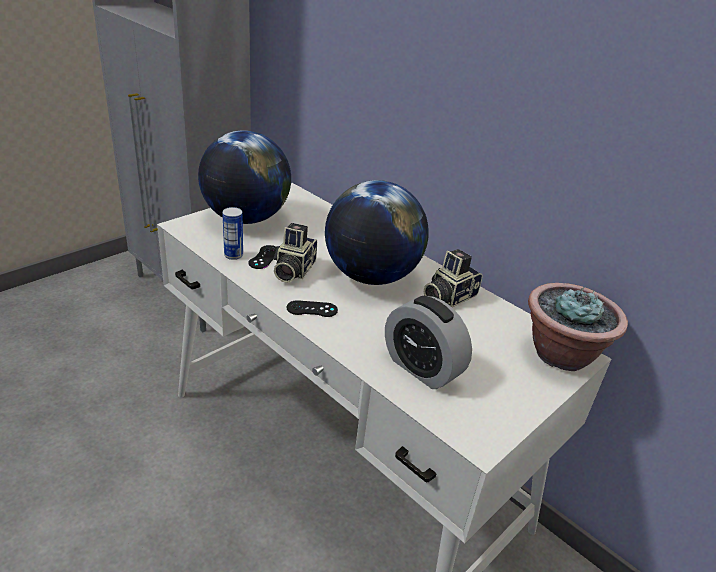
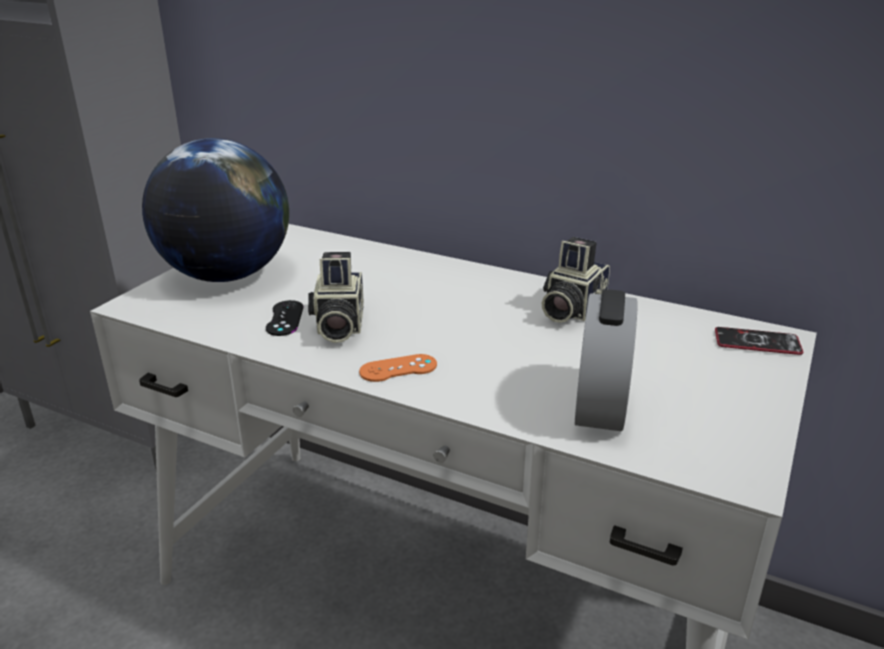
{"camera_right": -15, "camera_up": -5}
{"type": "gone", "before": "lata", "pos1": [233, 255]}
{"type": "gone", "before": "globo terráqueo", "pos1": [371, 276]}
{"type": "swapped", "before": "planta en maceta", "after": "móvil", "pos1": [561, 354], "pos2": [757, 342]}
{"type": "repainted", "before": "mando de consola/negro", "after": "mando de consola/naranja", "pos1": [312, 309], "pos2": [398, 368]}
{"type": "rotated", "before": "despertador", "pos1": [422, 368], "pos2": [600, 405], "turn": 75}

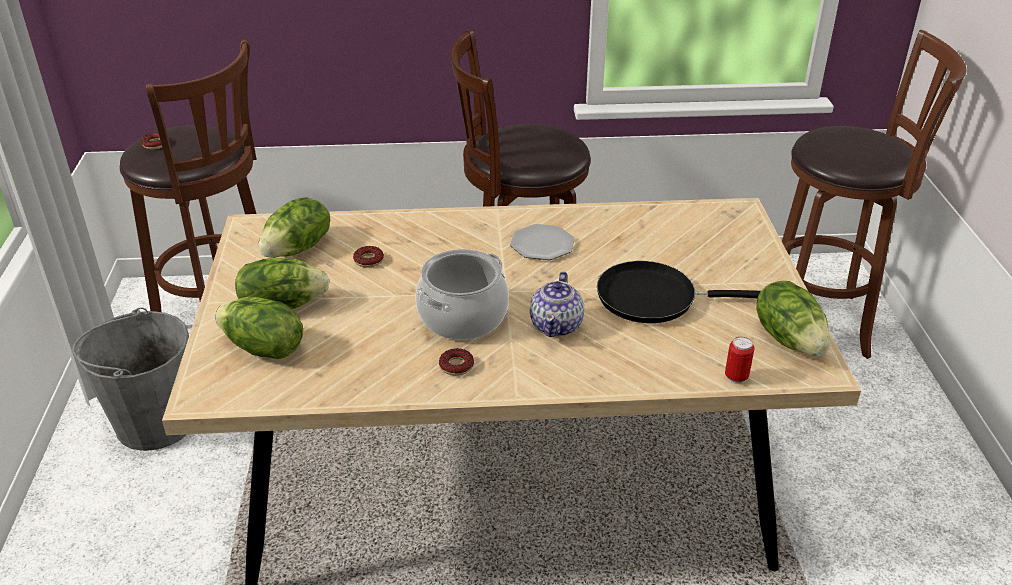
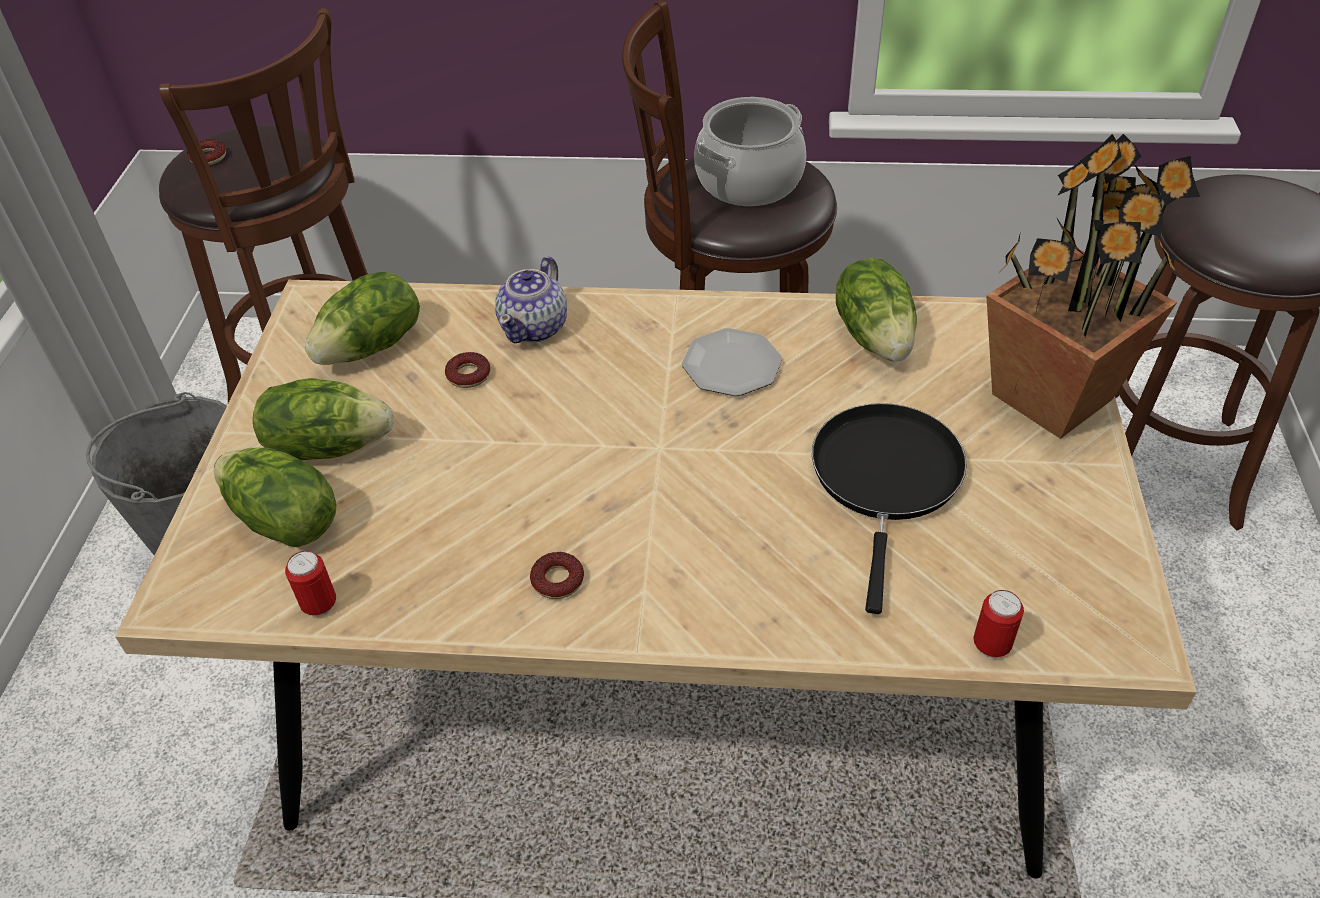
{"camera_right": 10, "camera_up": 10}
{"type": "new", "after": "lata", "pos2": [319, 605]}
{"type": "new", "after": "planta en maceta", "pos2": [1052, 395]}
{"type": "shifted", "before": "olla", "pos1": [462, 316], "pos2": [748, 181]}
{"type": "shifted", "before": "tetera", "pos1": [557, 325], "pos2": [535, 327]}
{"type": "shifted", "before": "lechuga", "pos1": [790, 339], "pos2": [875, 336]}
{"type": "rotated", "before": "sartén/negro", "pos1": [653, 298], "pos2": [886, 479], "turn": 90}

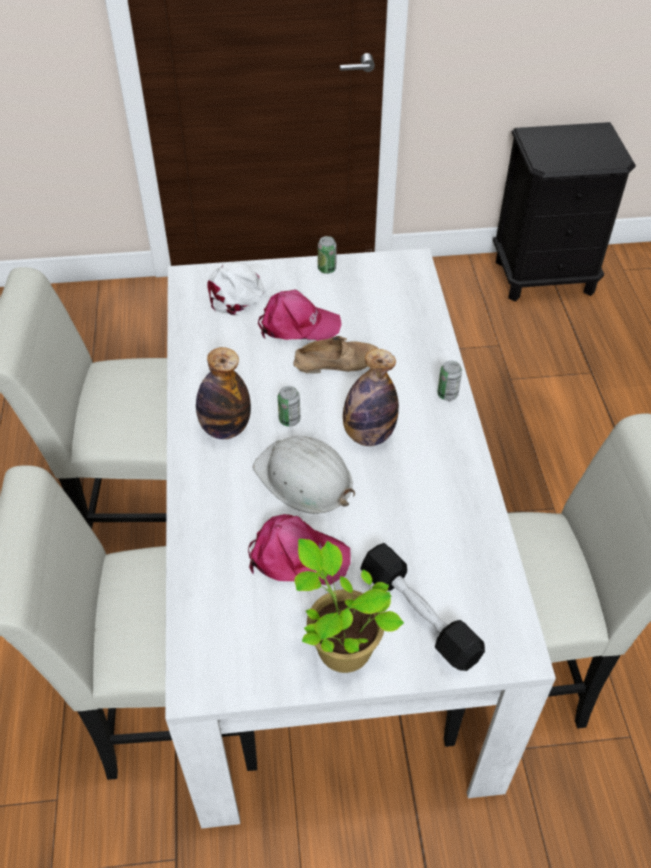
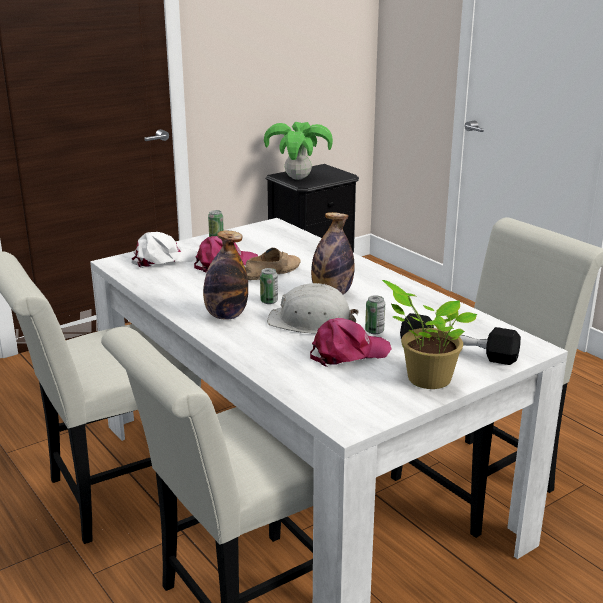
{"camera_right": -30, "camera_up": -25}
{"type": "new", "after": "planta en maceta", "pos2": [297, 178]}
{"type": "shifted", "before": "lata", "pos1": [447, 394], "pos2": [374, 331]}
{"type": "rotated", "before": "gorra/blanco", "pos1": [240, 291], "pos2": [163, 259], "turn": 60}

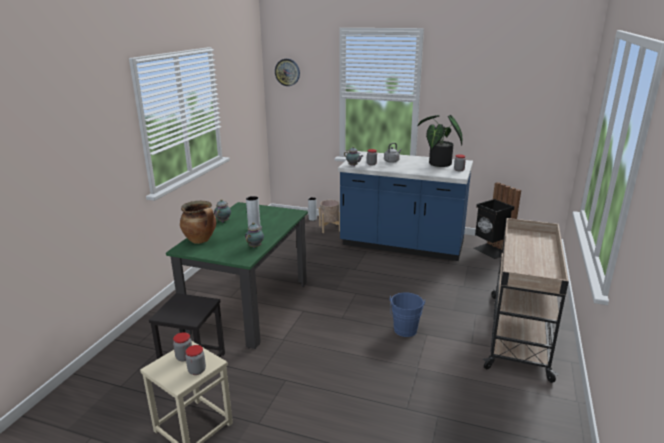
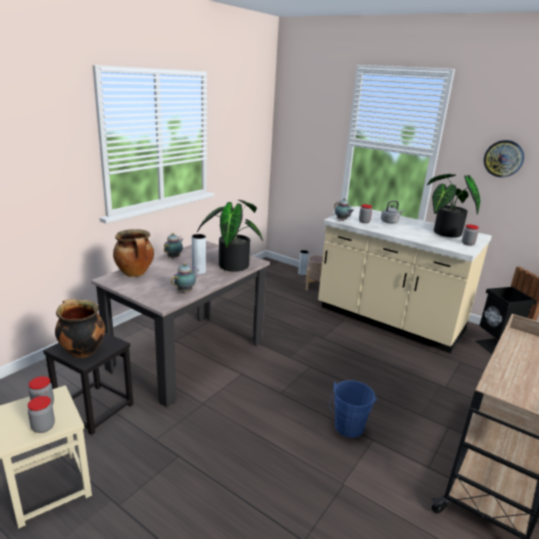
{"camera_right": 15, "camera_up": 0}
{"type": "new", "after": "olla", "pos2": [82, 351]}
{"type": "new", "after": "planta en maceta", "pos2": [231, 264]}
{"type": "shifted", "before": "reloj de pared", "pos1": [287, 72], "pos2": [503, 158]}
{"type": "repainted", "before": "mesa de comedor/verde", "after": "mesa de comedor/beis", "pos1": [249, 306], "pos2": [188, 355]}
{"type": "repainted", "before": "mueble bajo de cocina/azul", "after": "mueble bajo de cocina/beis", "pos1": [402, 244], "pos2": [389, 320]}

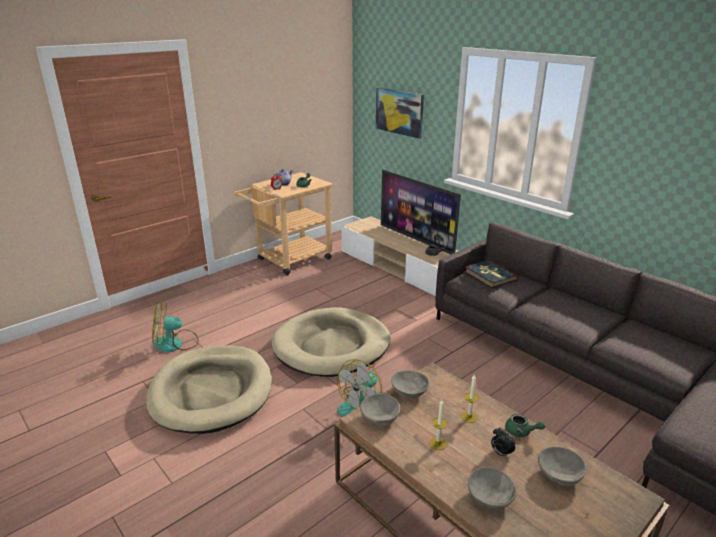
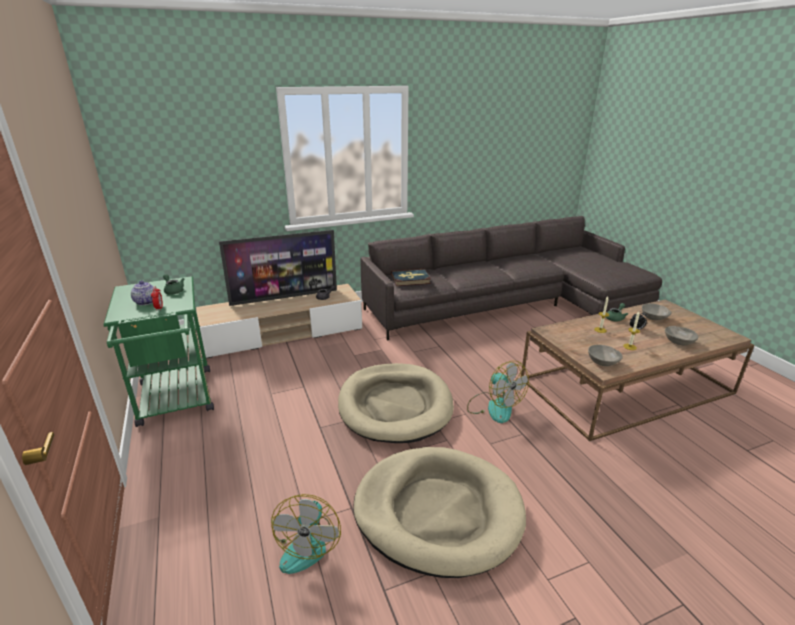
{"camera_right": -70, "camera_up": 0}
{"type": "gone", "before": "cuadro", "pos1": [399, 112]}
{"type": "gone", "before": "cuenco/gris", "pos1": [409, 392]}
{"type": "repainted", "before": "carrito/beis", "after": "carrito/verde", "pos1": [289, 261], "pos2": [176, 401]}

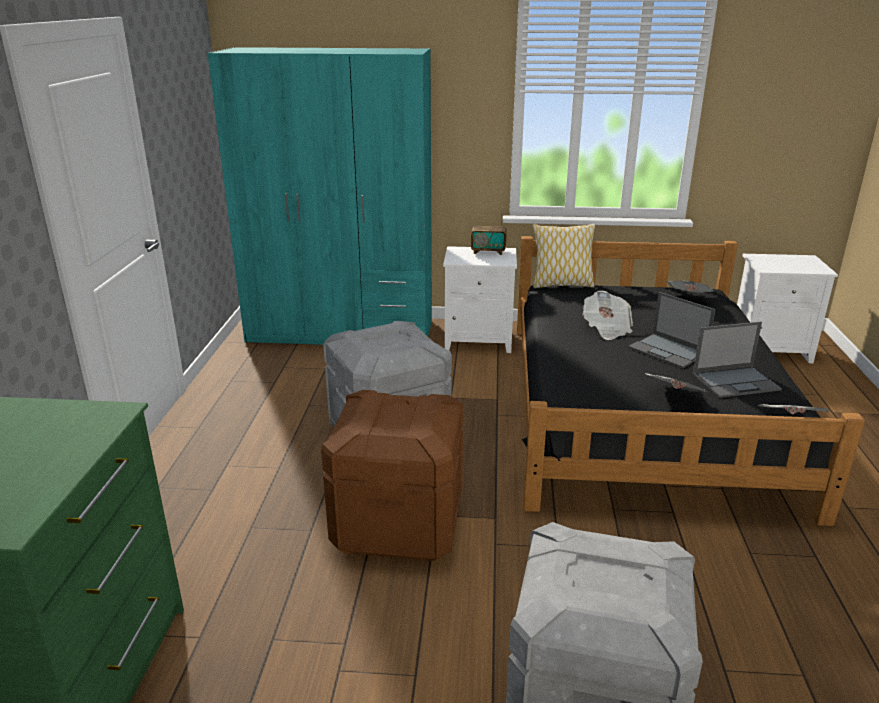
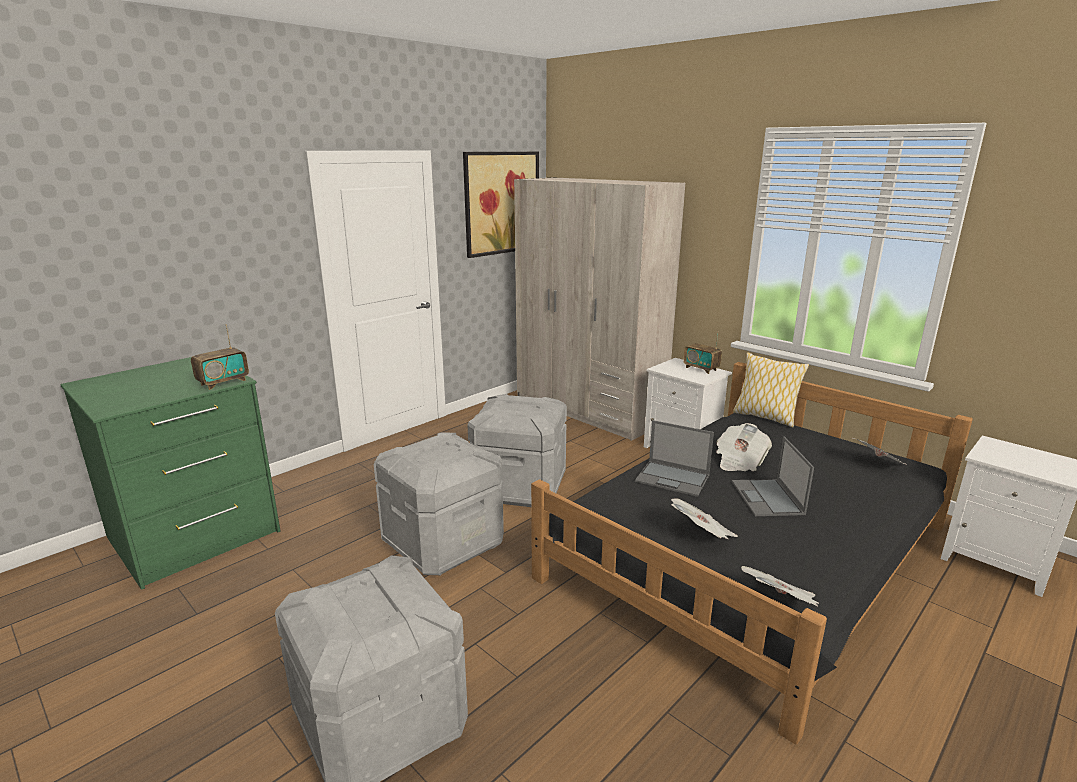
{"camera_right": 40, "camera_up": -5}
{"type": "new", "after": "radio", "pos2": [223, 382]}
{"type": "new", "after": "cuadro", "pos2": [501, 203]}
{"type": "shifted", "before": "portátil", "pos1": [736, 381], "pos2": [673, 478]}
{"type": "repainted", "before": "armario ropero/turquesa", "after": "armario ropero/beis", "pos1": [341, 331], "pos2": [588, 410]}
{"type": "repainted", "before": "caja de almacenaje/marrón", "after": "caja de almacenaje/gris", "pos1": [398, 522], "pos2": [443, 543]}

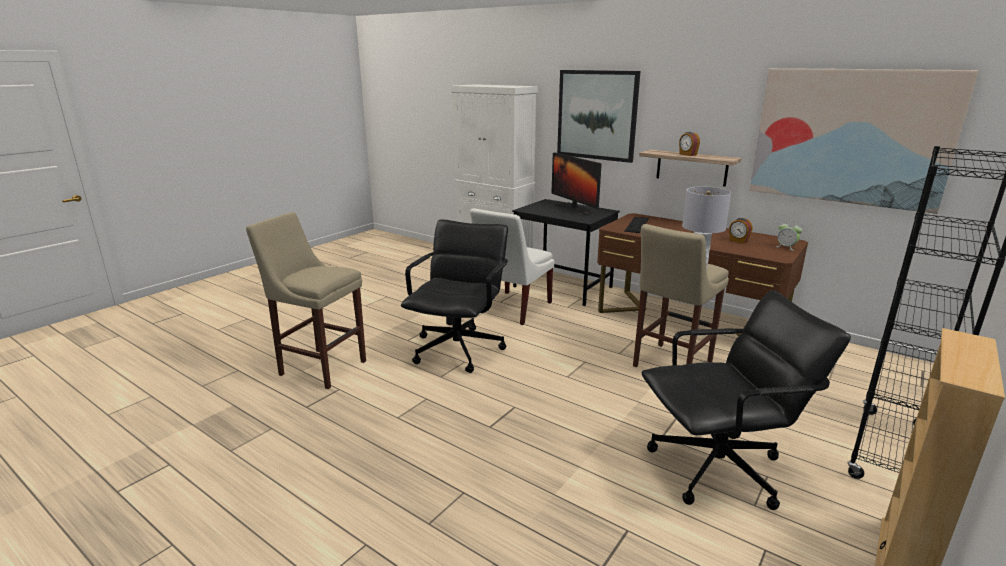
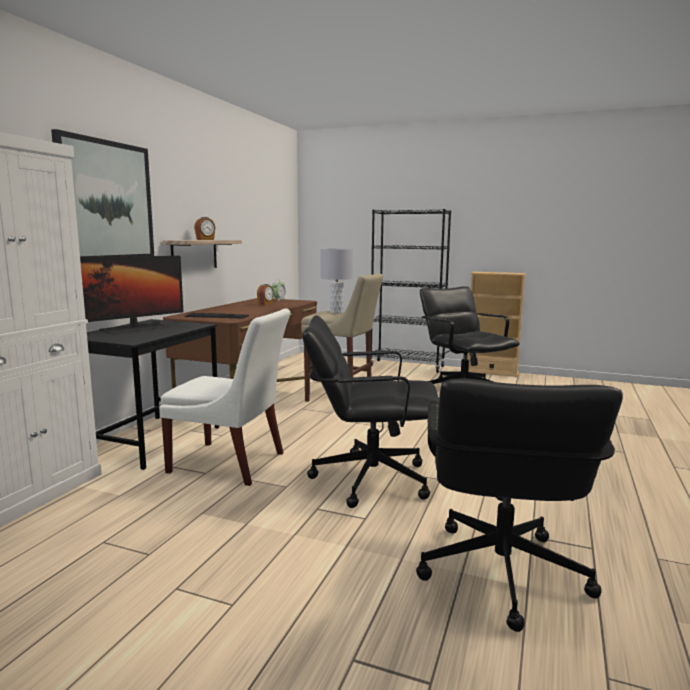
{"camera_right": -105, "camera_up": -10}
{"type": "gone", "before": "cuadro", "pos1": [850, 137]}
{"type": "swapped", "before": "taburete/beis", "after": "silla de oficina/negro", "pos1": [320, 367], "pos2": [500, 573]}

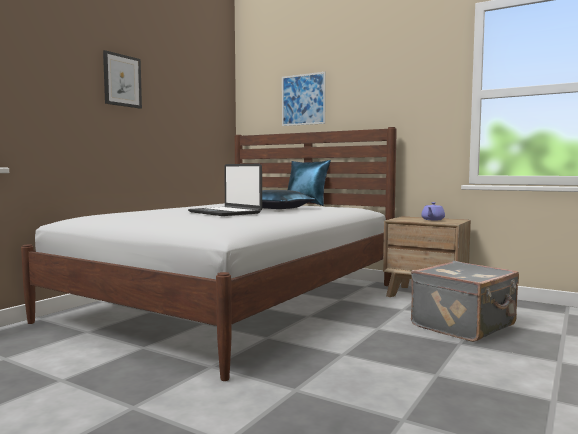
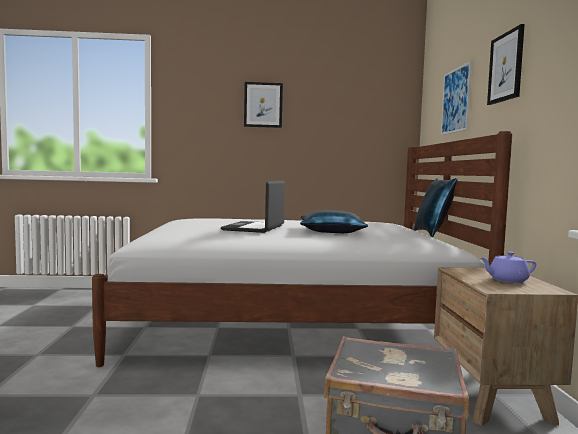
{"camera_right": 55, "camera_up": 0}
{"type": "new", "after": "cuadro", "pos2": [506, 67]}

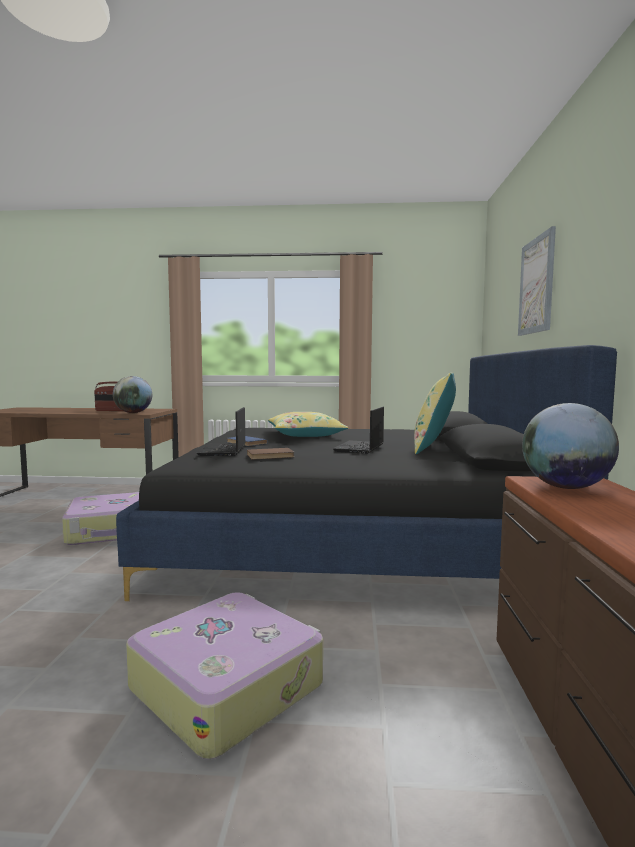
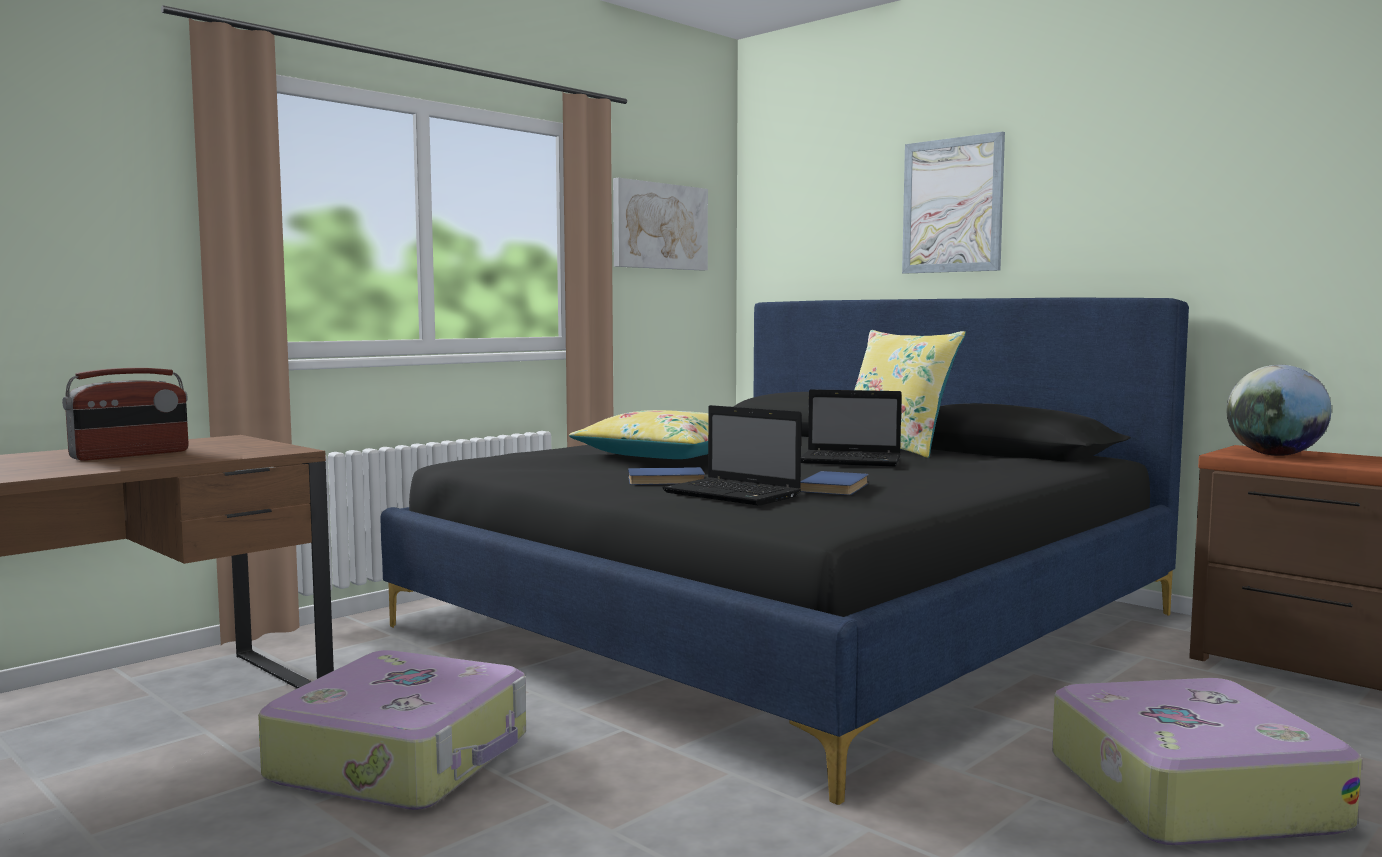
{"camera_right": -50, "camera_up": 0}
{"type": "gone", "before": "globo terráqueo", "pos1": [133, 413]}
{"type": "new", "after": "cuadro", "pos2": [659, 226]}
{"type": "repainted", "before": "libro/marrón", "after": "libro/azul", "pos1": [270, 456], "pos2": [837, 487]}
{"type": "rotated", "before": "portátil", "pos1": [359, 448], "pos2": [853, 461], "turn": -45}

